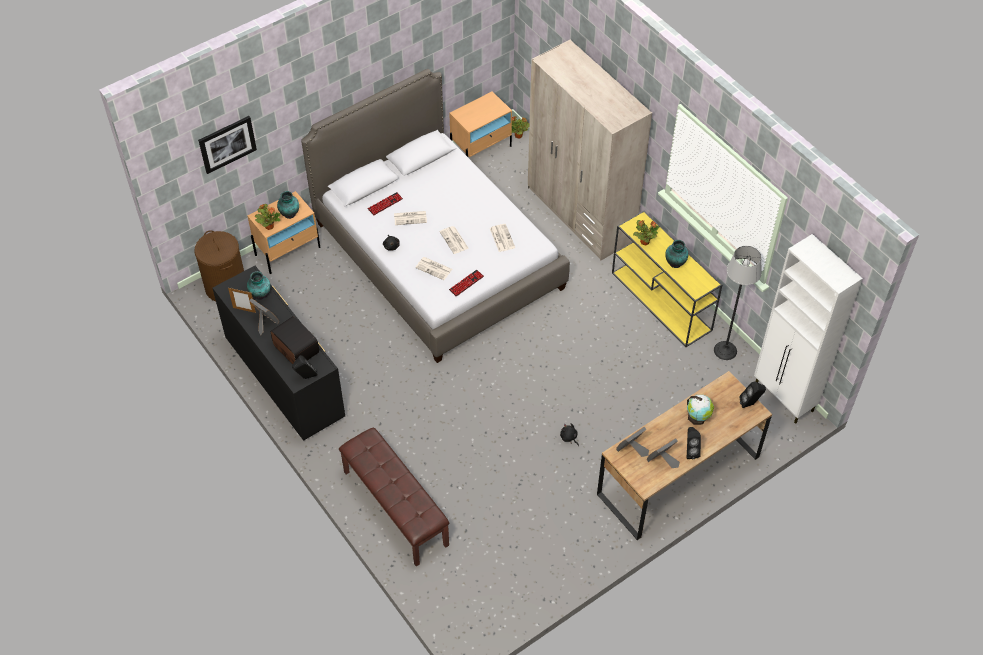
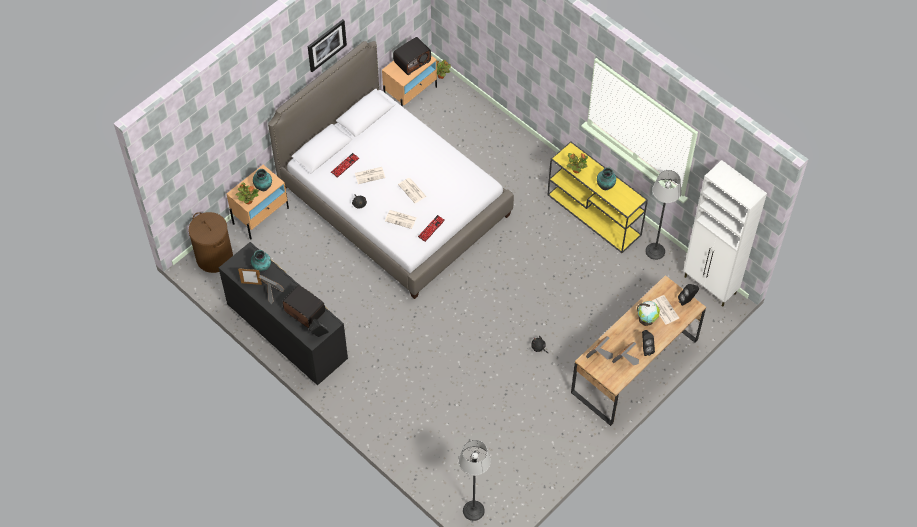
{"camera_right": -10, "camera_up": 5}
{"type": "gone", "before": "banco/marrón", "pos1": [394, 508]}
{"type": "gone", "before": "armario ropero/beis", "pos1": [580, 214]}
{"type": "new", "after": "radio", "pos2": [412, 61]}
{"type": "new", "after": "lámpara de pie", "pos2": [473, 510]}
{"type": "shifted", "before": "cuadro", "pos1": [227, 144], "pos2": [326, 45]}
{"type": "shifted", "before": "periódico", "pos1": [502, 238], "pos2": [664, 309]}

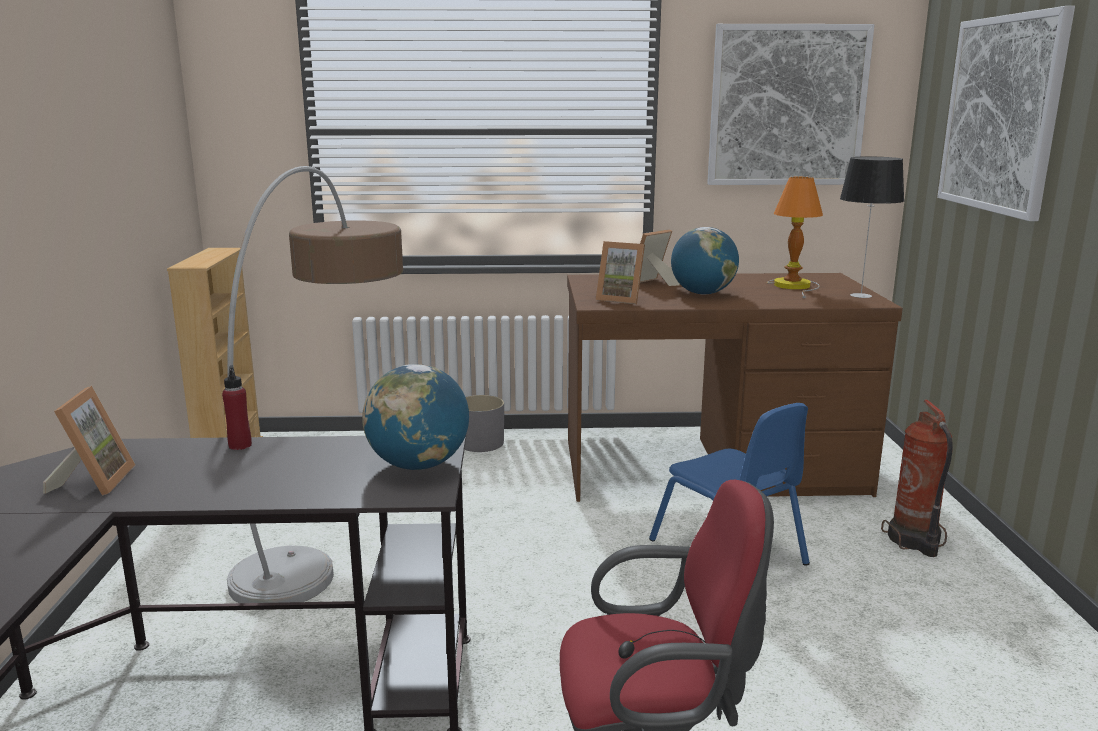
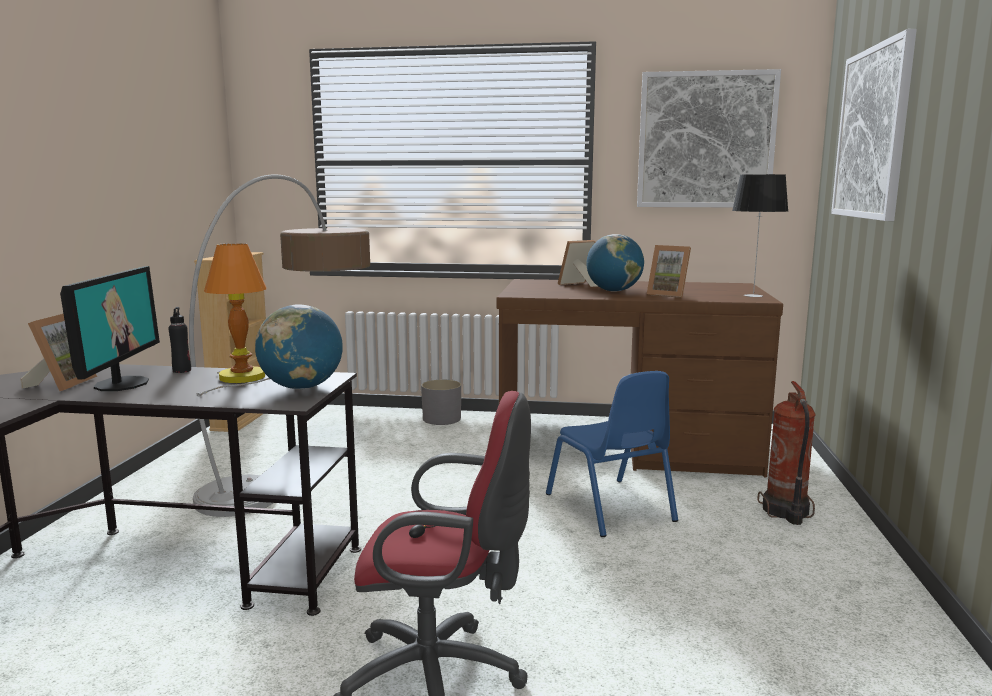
{"camera_right": 10, "camera_up": -5}
{"type": "new", "after": "monitor", "pos2": [120, 384]}
{"type": "shifted", "before": "portarretratos", "pos1": [621, 299], "pos2": [668, 294]}
{"type": "shifted", "before": "lámpara de mesa", "pos1": [795, 286], "pos2": [242, 378]}
{"type": "repainted", "before": "botella/rojo", "after": "botella/negro", "pos1": [240, 445], "pos2": [182, 370]}

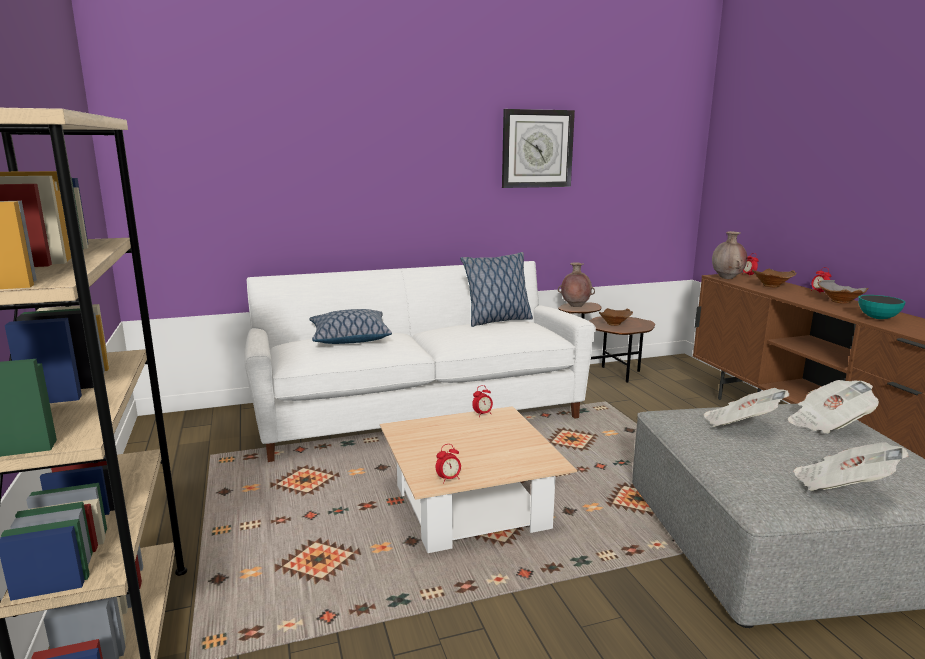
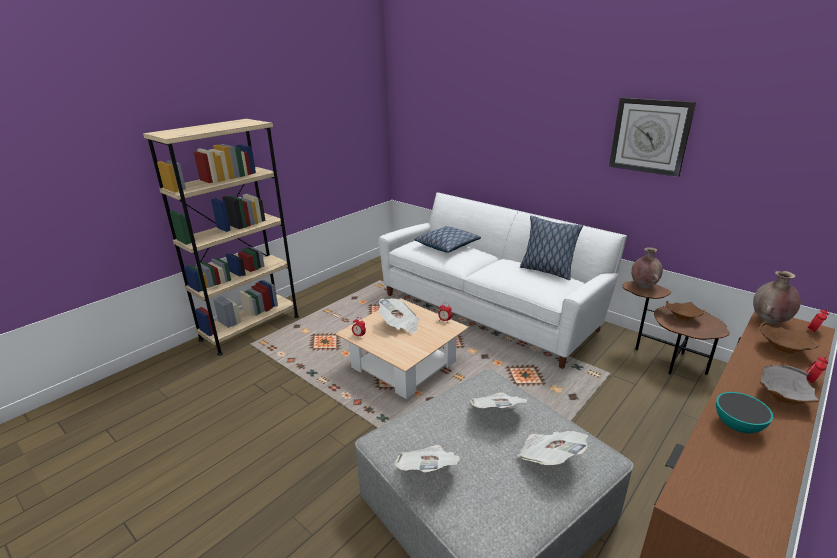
{"camera_right": 60, "camera_up": 10}
{"type": "new", "after": "periódico", "pos2": [400, 325]}

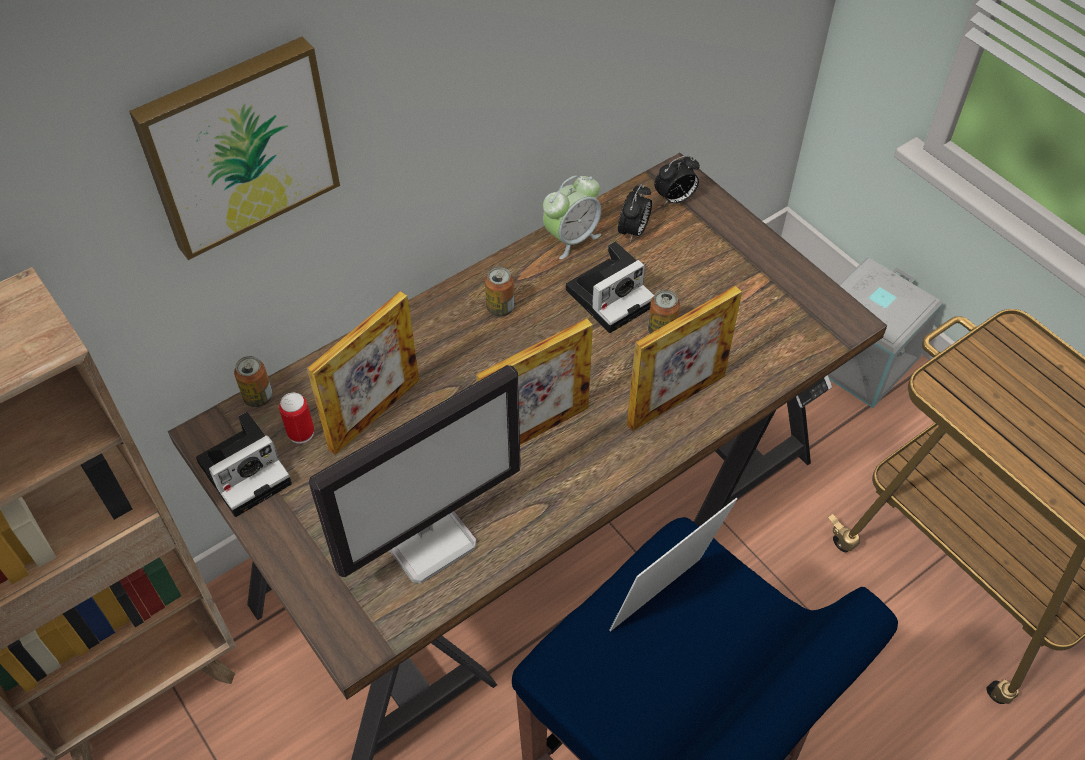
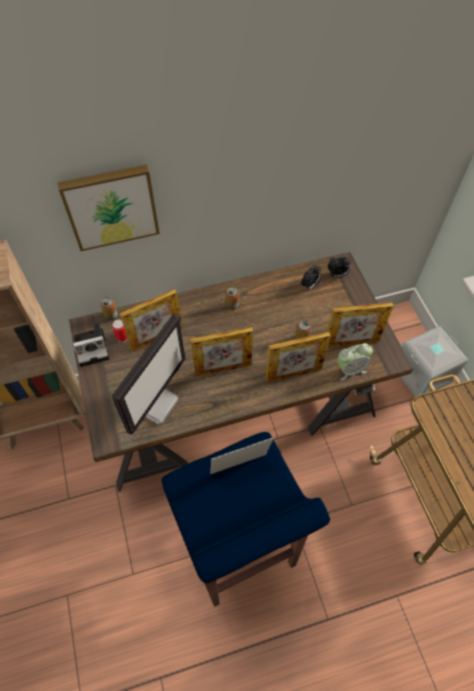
{"camera_right": 20, "camera_up": 5}
{"type": "gone", "before": "cámara", "pos1": [611, 296]}
{"type": "new", "after": "portarretratos", "pos2": [351, 343]}
{"type": "shifted", "before": "despertador", "pos1": [571, 238], "pos2": [350, 369]}
{"type": "rotated", "before": "monitor", "pos1": [429, 537], "pos2": [156, 403], "turn": -45}

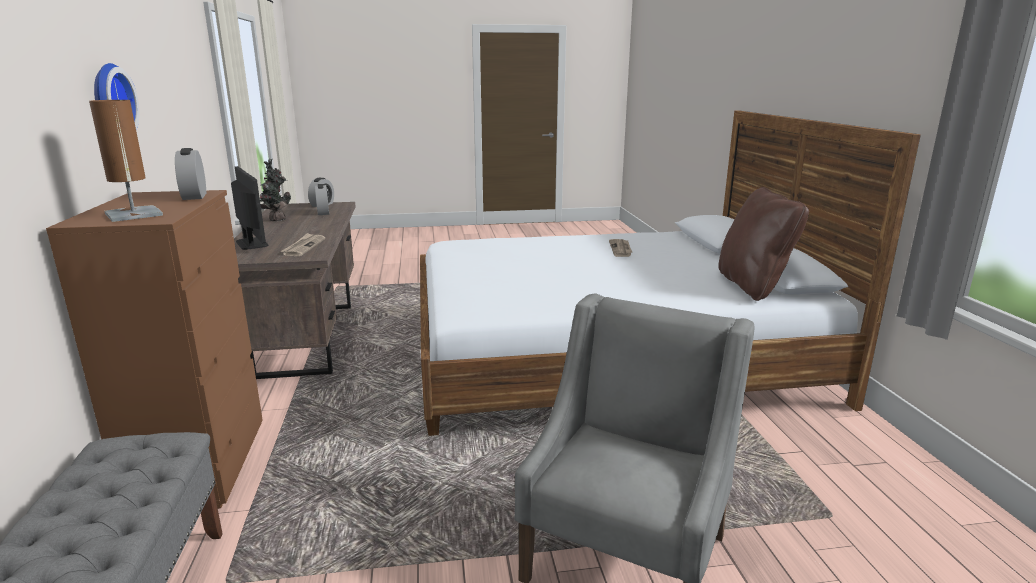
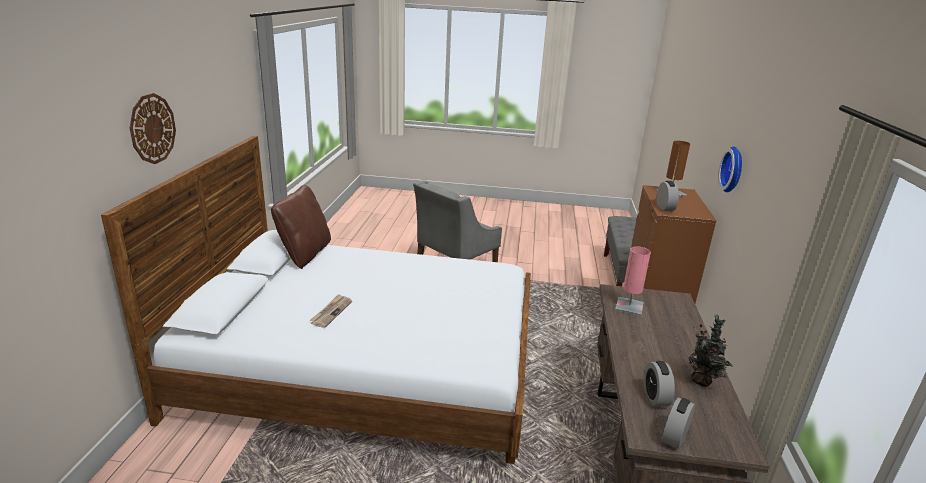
{"camera_right": -165, "camera_up": 5}
{"type": "gone", "before": "monitor", "pos1": [252, 243]}
{"type": "new", "after": "reloj de pared", "pos2": [152, 128]}
{"type": "swapped", "before": "periódico", "after": "lámpara de mesa/rosa", "pos1": [303, 247], "pos2": [629, 307]}

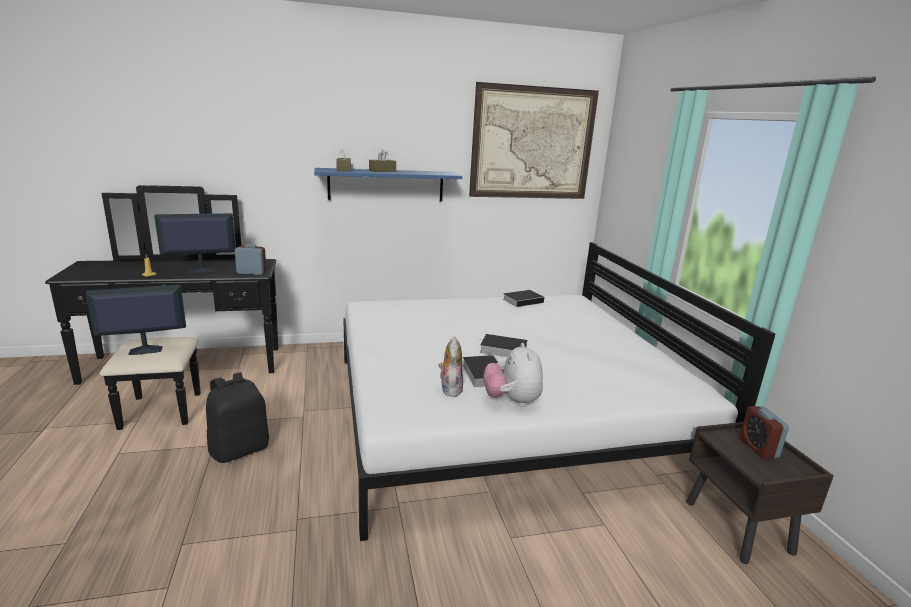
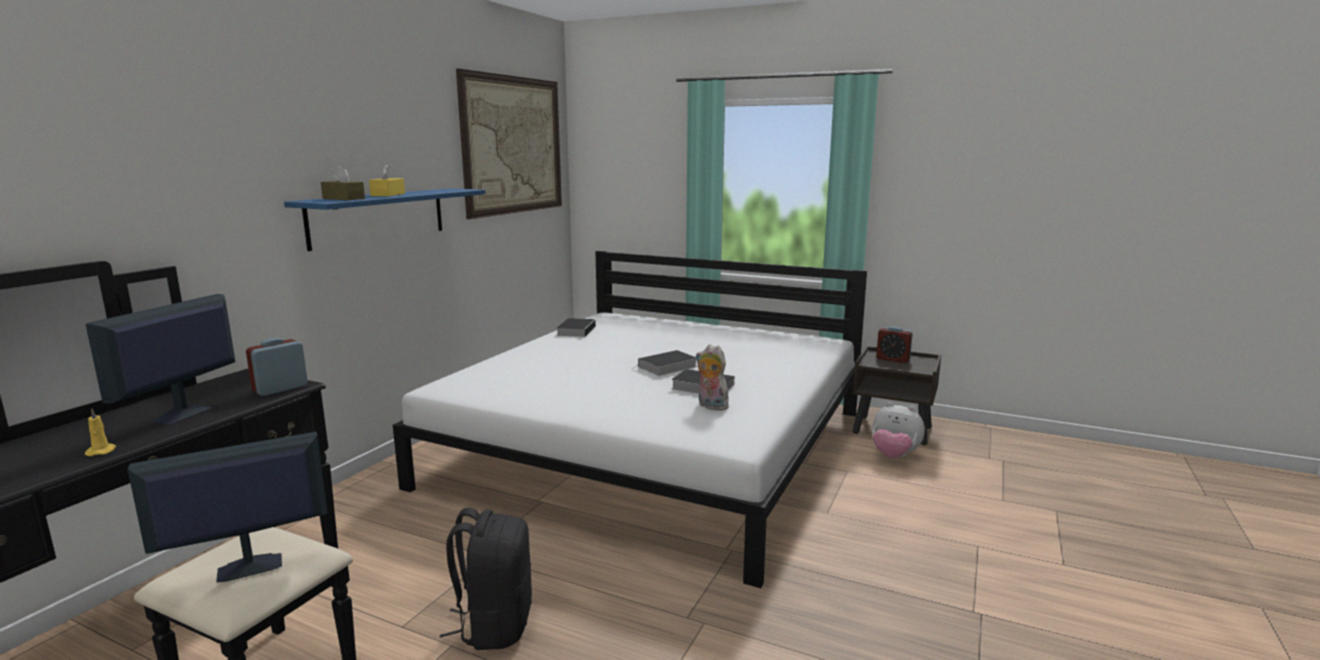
{"camera_right": -50, "camera_up": -5}
{"type": "shifted", "before": "peluche", "pos1": [512, 401], "pos2": [894, 456]}
{"type": "repainted", "before": "caja de pañuelos/marrón", "after": "caja de pañuelos/amarillo", "pos1": [382, 171], "pos2": [388, 195]}
{"type": "rotated", "before": "monitor", "pos1": [144, 350], "pos2": [248, 568], "turn": 45}

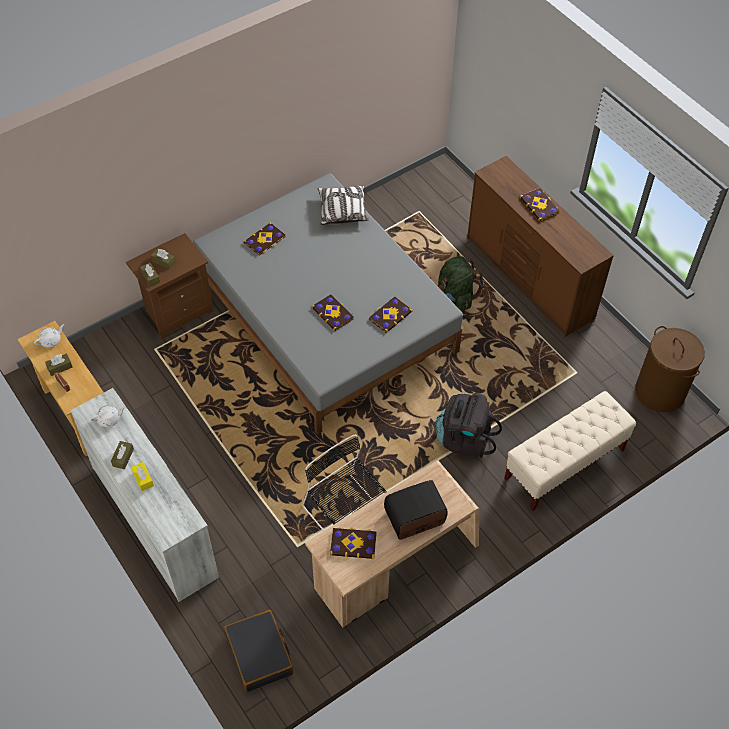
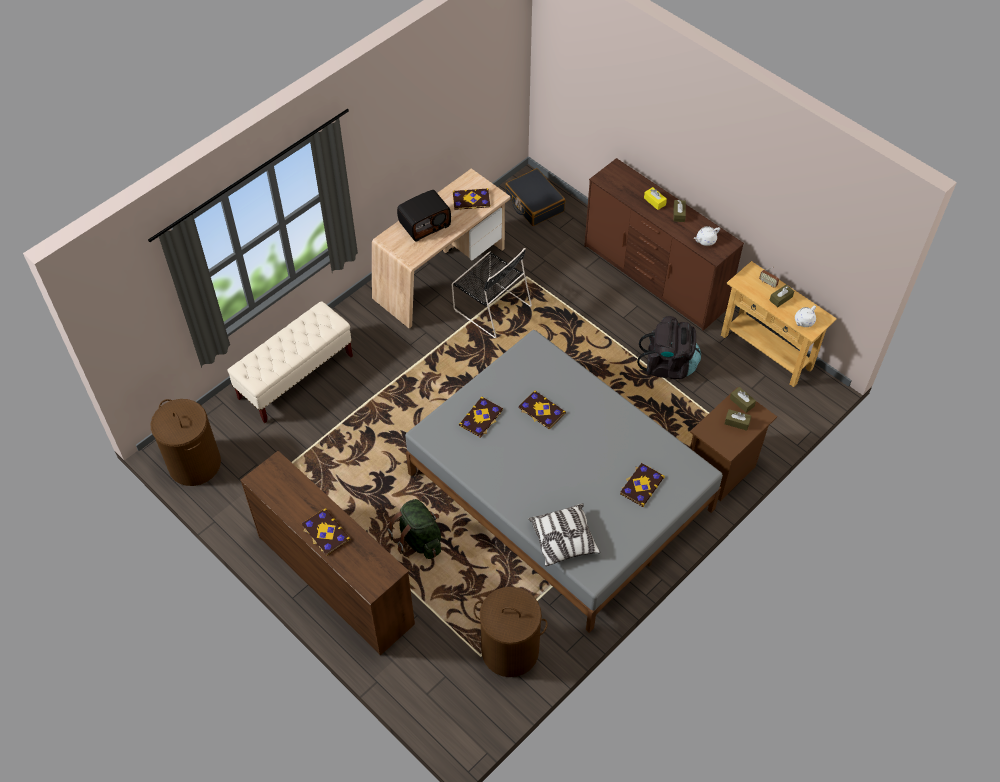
{"camera_right": 170, "camera_up": 0}
{"type": "new", "after": "cesto de la ropa/marrón", "pos2": [509, 650]}
{"type": "shifted", "before": "mochila/negro", "pos1": [464, 439], "pos2": [668, 365]}
{"type": "repainted", "before": "cómoda/blanco", "after": "cómoda/marrón", "pos1": [154, 520], "pos2": [654, 278]}

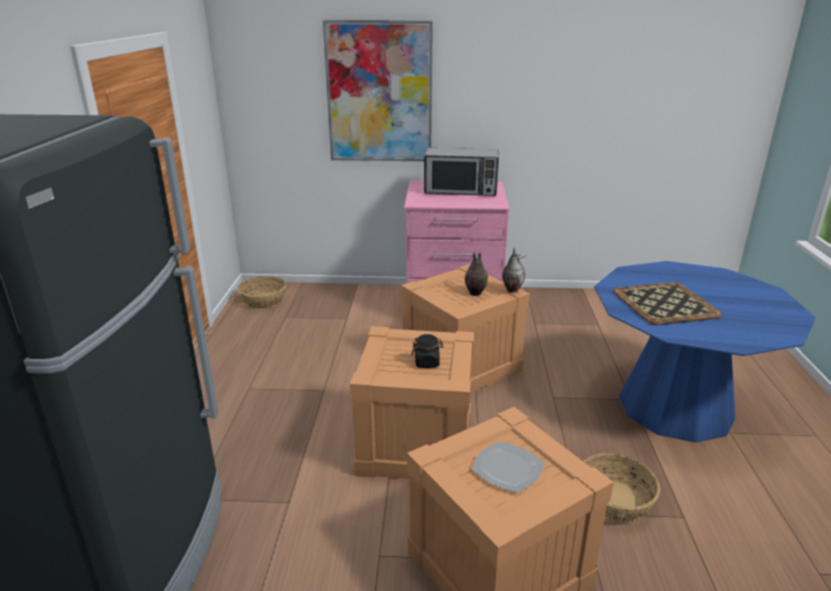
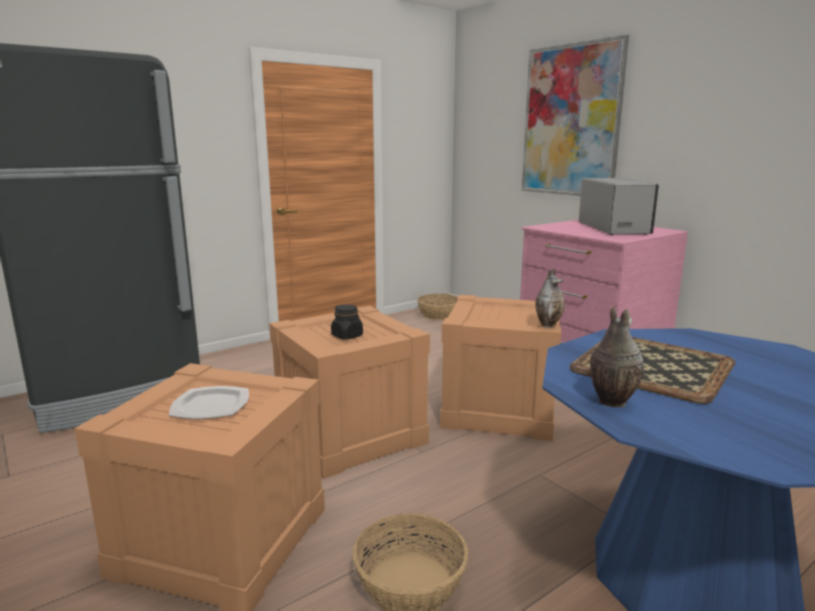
{"camera_right": 50, "camera_up": -10}
{"type": "shifted", "before": "florero", "pos1": [475, 293], "pos2": [610, 402]}
{"type": "rotated", "before": "microondas", "pos1": [461, 191], "pos2": [613, 228], "turn": -150}

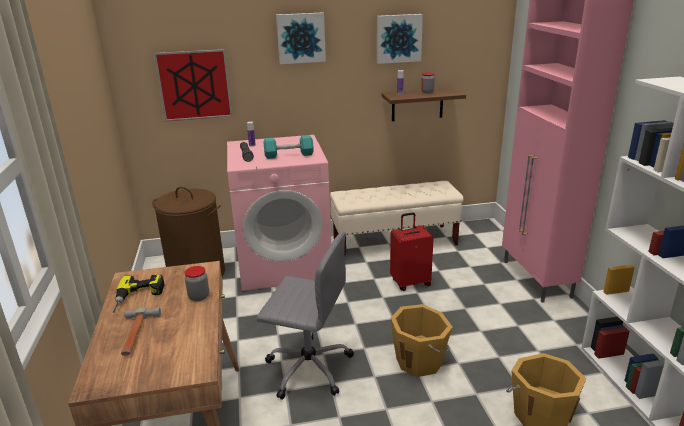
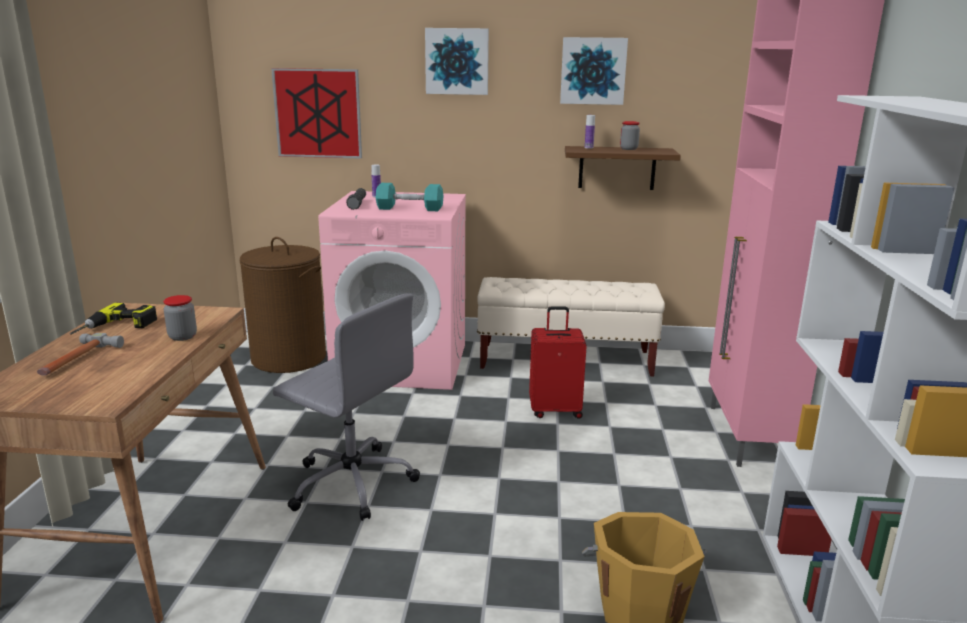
{"camera_right": 15, "camera_up": -5}
{"type": "gone", "before": "cubo/naranja", "pos1": [420, 360]}

